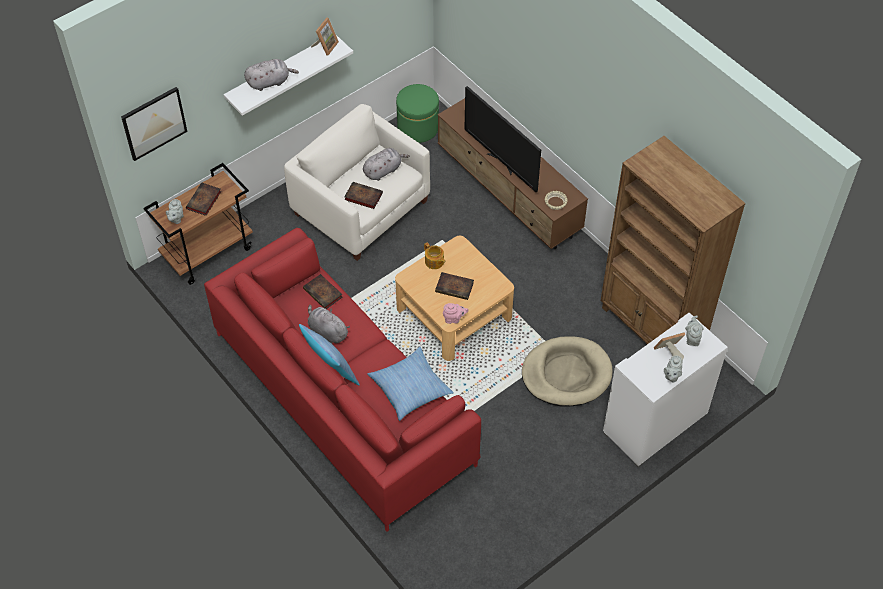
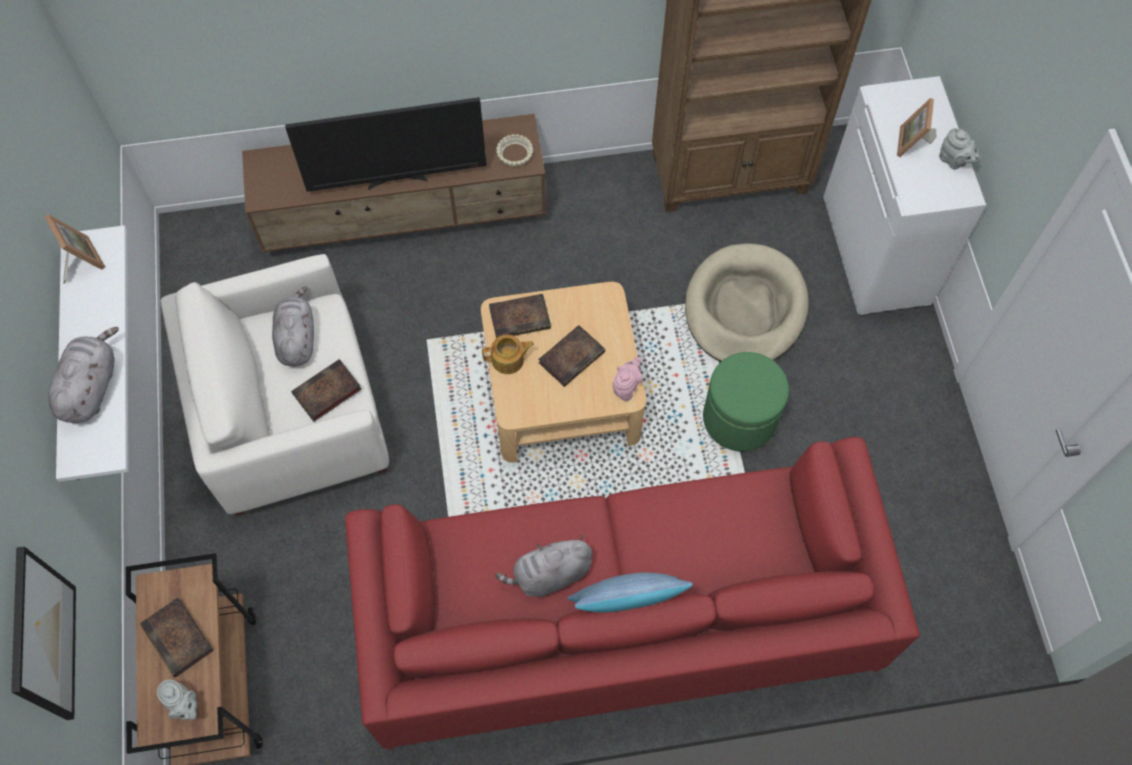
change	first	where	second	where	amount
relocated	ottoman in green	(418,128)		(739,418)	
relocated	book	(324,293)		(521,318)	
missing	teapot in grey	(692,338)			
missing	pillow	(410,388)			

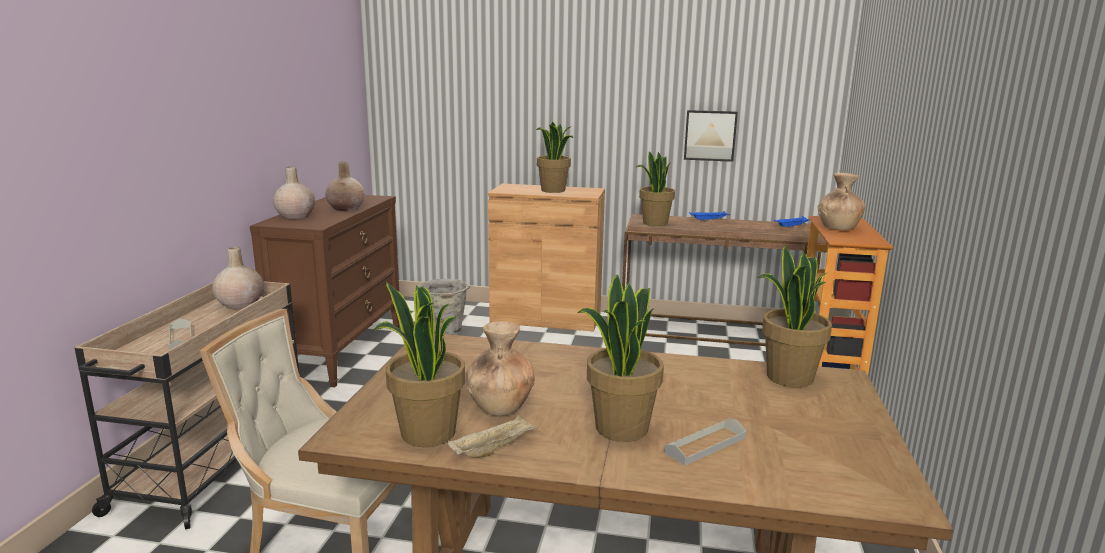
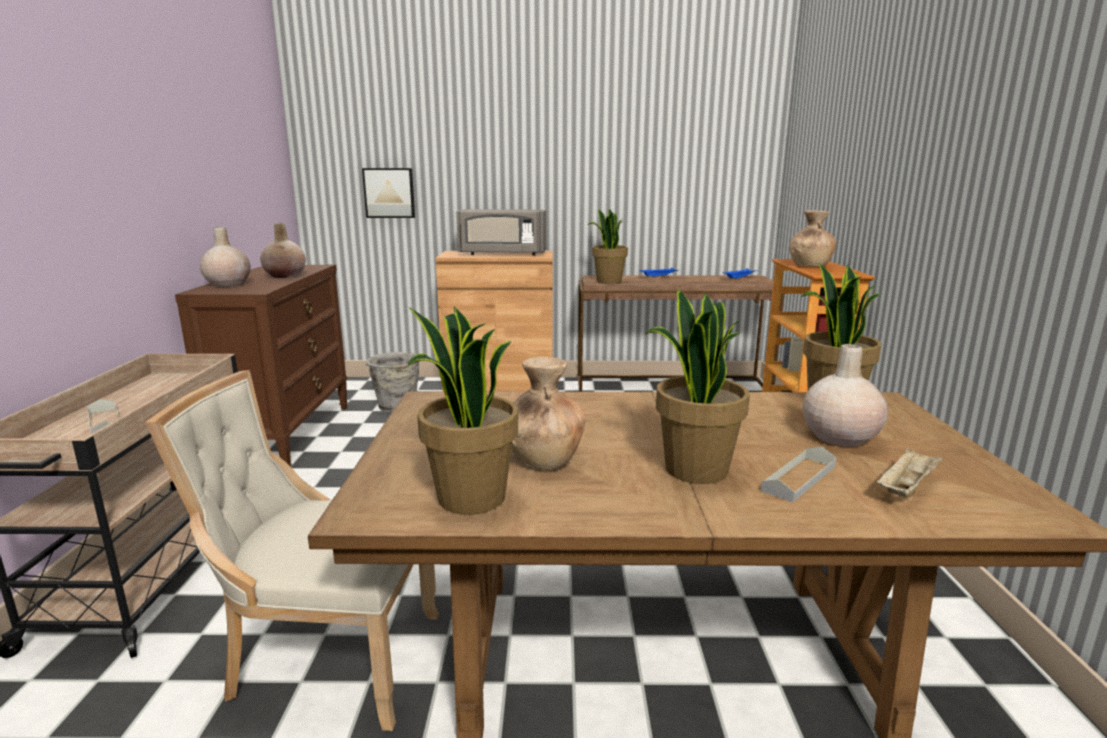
change	first	where	second	where	amount
relocated	picture	(710,135)		(389,193)	
exchanged	potted plant	(553,190)	microwave in grey	(502,254)	
relocated	vase in beige	(240,304)		(839,437)	
relocated	tray in beige	(493,449)		(906,487)	

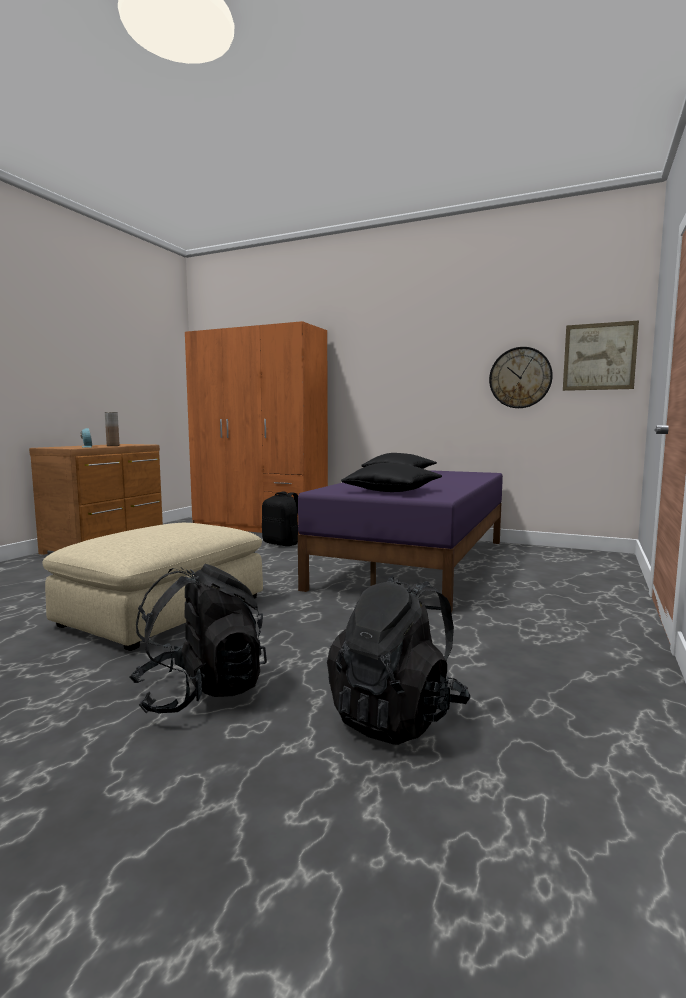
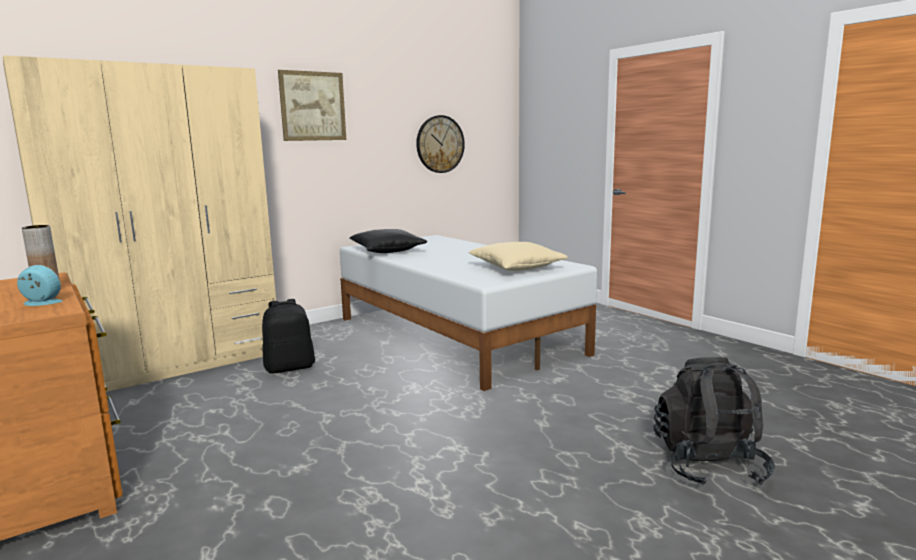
change	first	where	second	where	amount
relocated	picture	(599,356)		(313,106)	
colour	wardrobe in orange	(259,527)	wardrobe in beige	(176,364)	
colour	pillow in black	(392,491)	pillow in beige	(516,268)	
colour	bed in purple	(417,563)	bed in white	(456,335)	
missing	ottoman in beige	(164,611)			
missing	backpack in black	(397,716)			

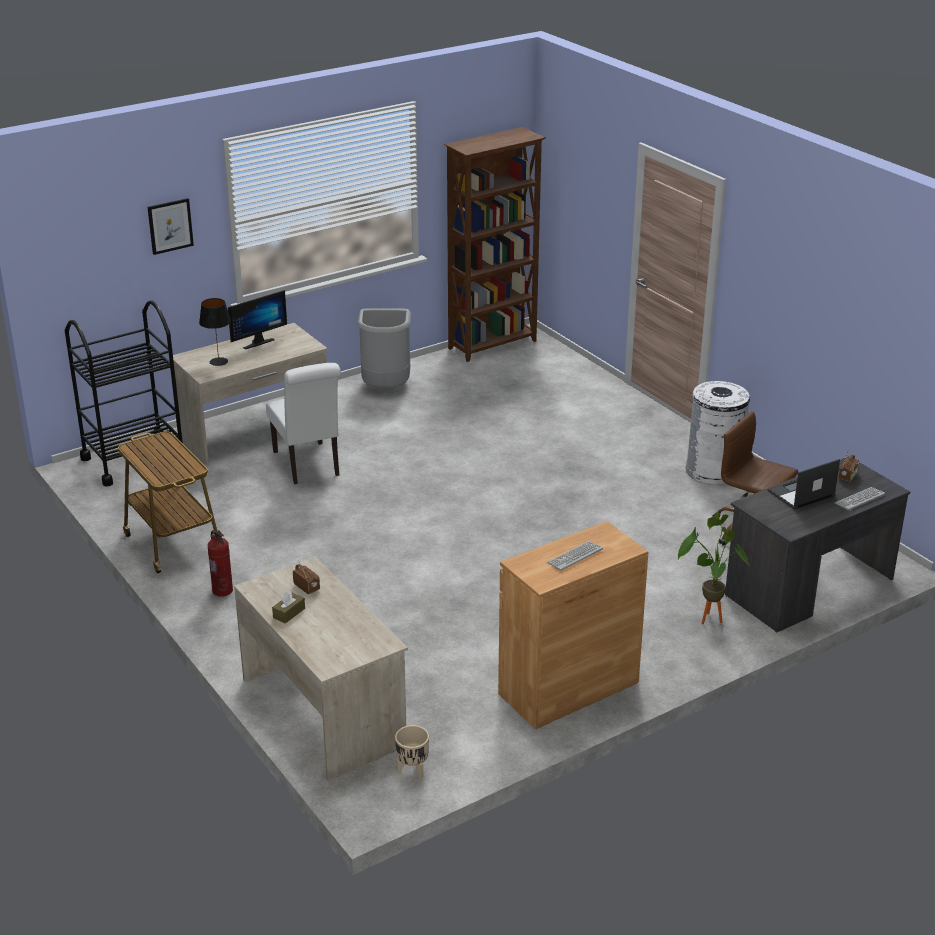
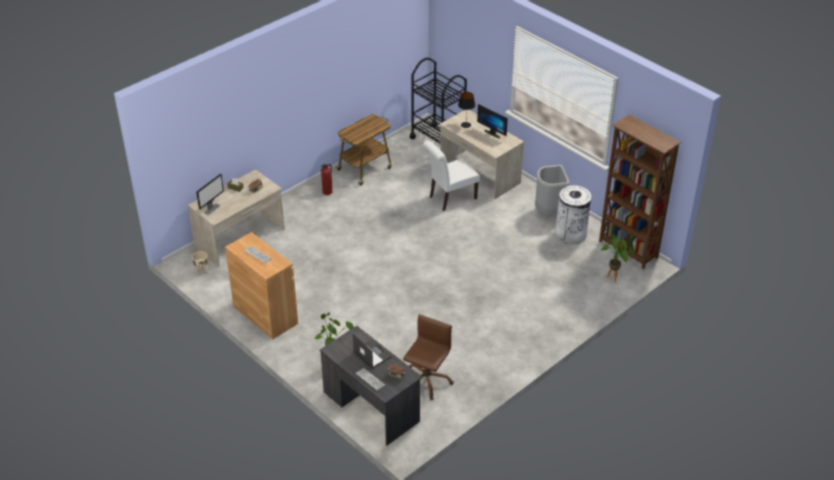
change	first	where	second	where	amount
missing	picture	(170,226)			
relocated	trash can in white	(713,471)		(570,234)	
appeared			monitor	(212,209)	
appeared			potted plant	(615,279)	

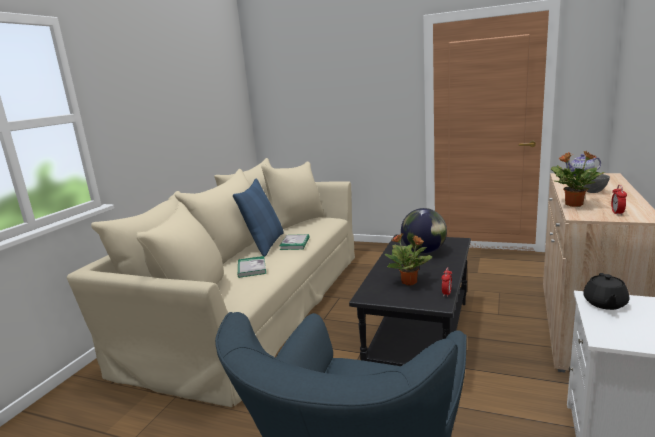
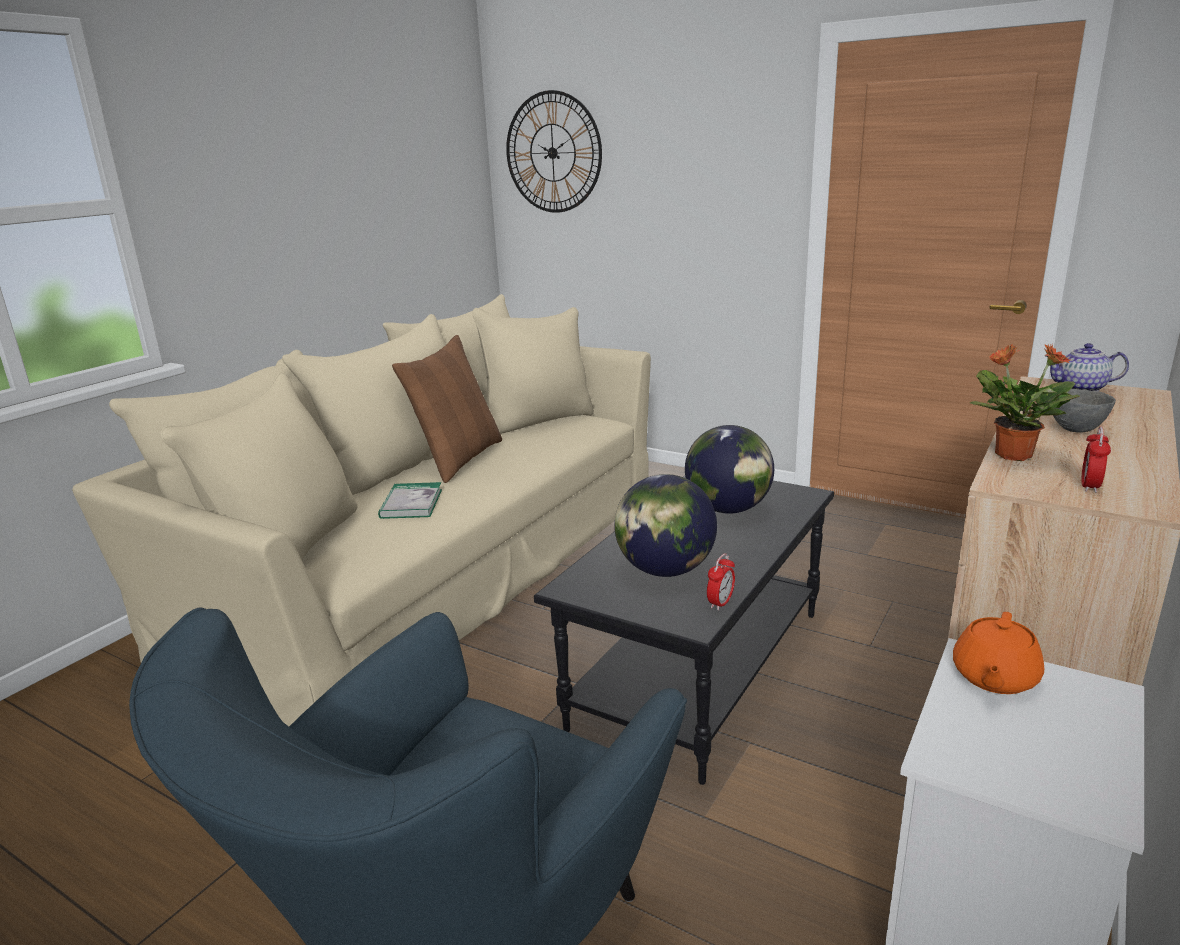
change	first	where	second	where	amount
colour	pillow in blue	(265,244)	pillow in brown	(459,459)	
missing	book	(295,243)			
exchanged	potted plant	(409,282)	globe	(665,570)	
colour	teapot in black	(604,304)	teapot in orange	(993,678)	
appeared			wall clock	(553,153)	

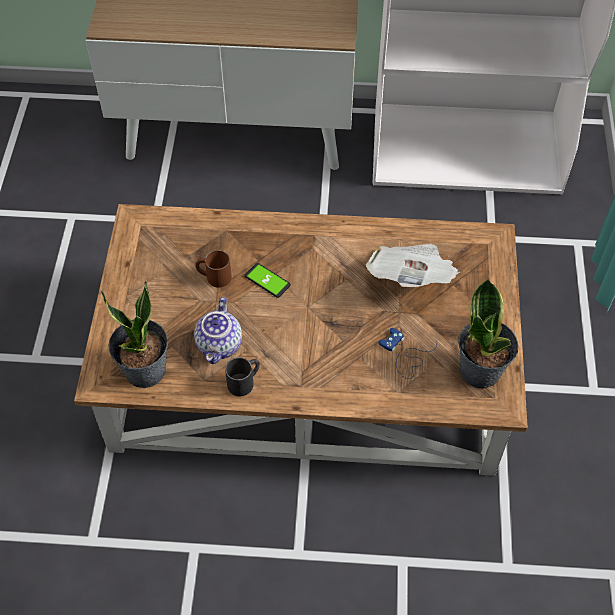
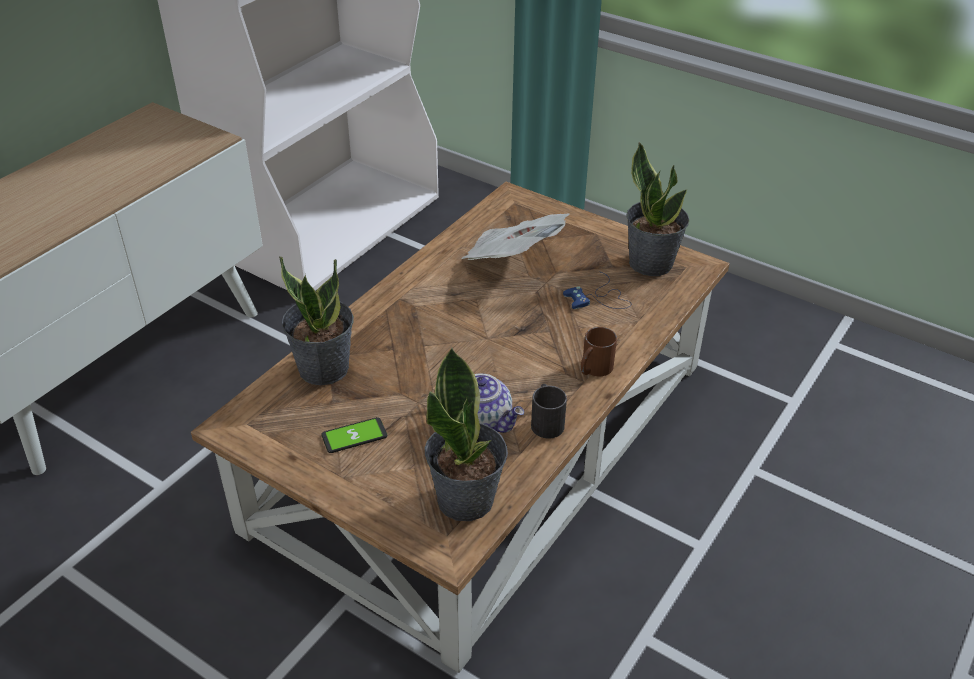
change	first	where	second	where	amount
relocated	mug in brown	(214,276)		(593,369)	
relocated	phone	(267,281)		(354,436)	
appeared			potted plant	(323,367)	

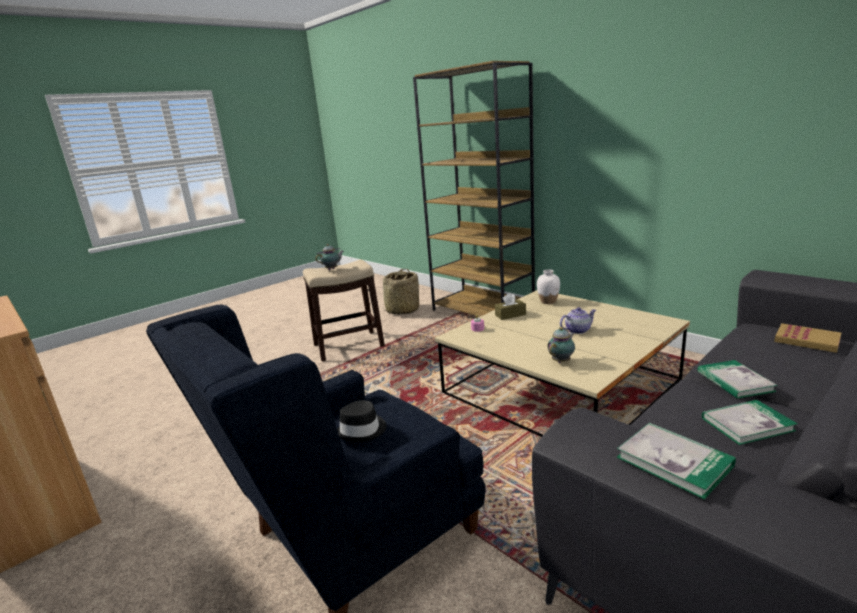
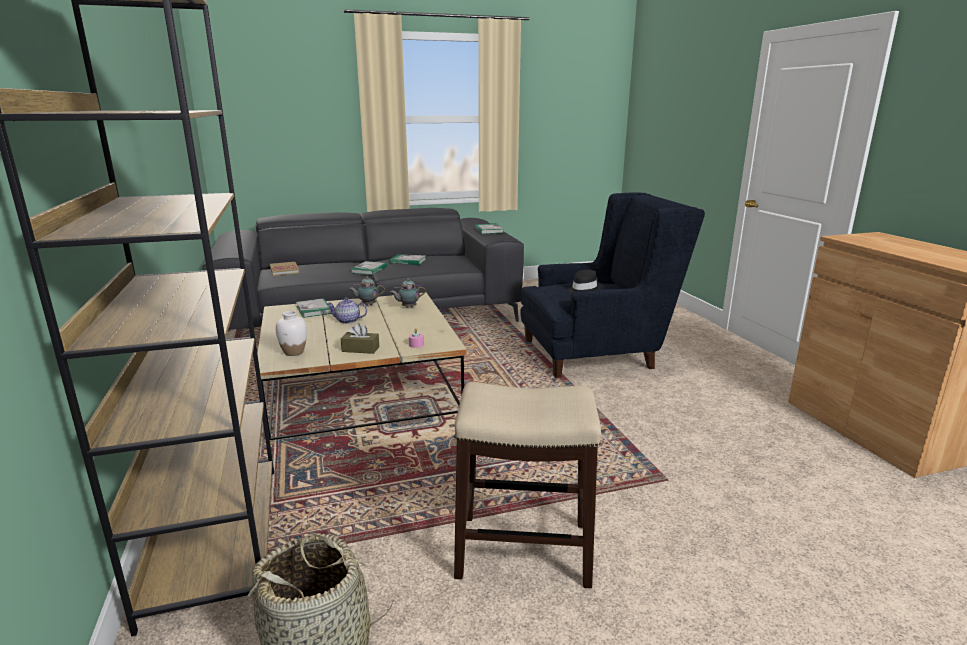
change	first	where	second	where	amount
relocated	teapot	(332,269)		(367,305)	
appeared			book	(314,310)	

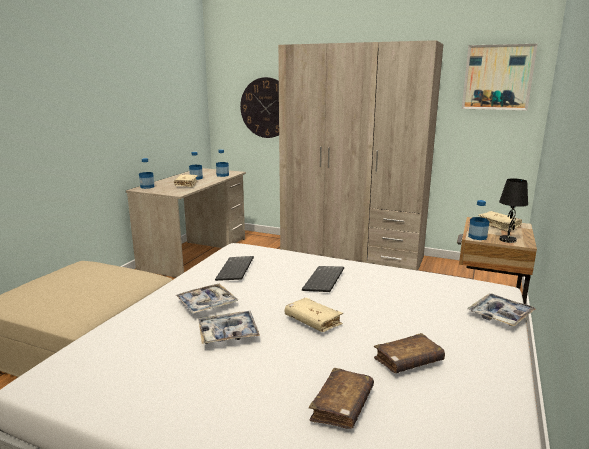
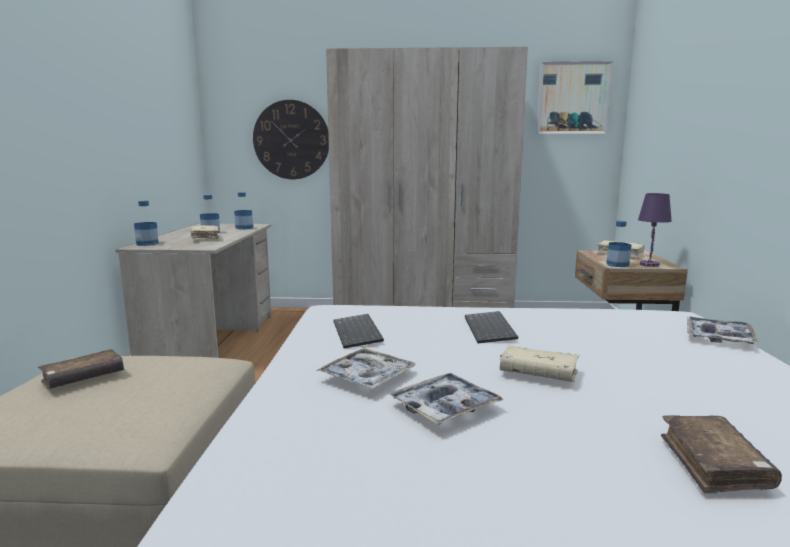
change	first	where	second	where	amount
colour	table lamp in black	(507,240)	table lamp in purple	(649,264)	
relocated	book in brown	(408,361)		(83,378)	

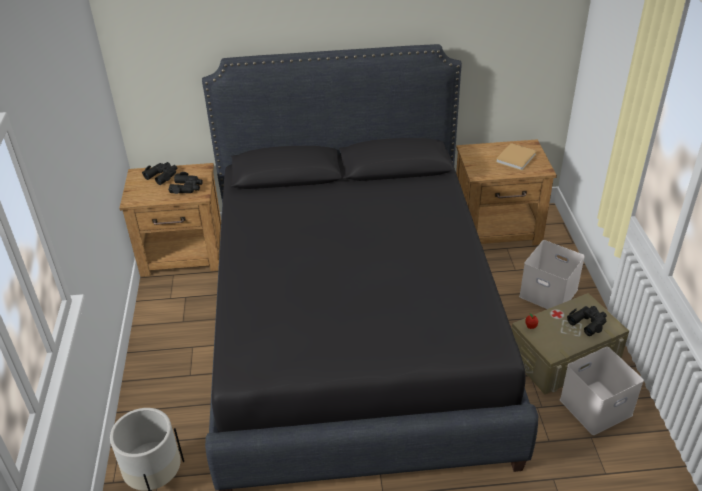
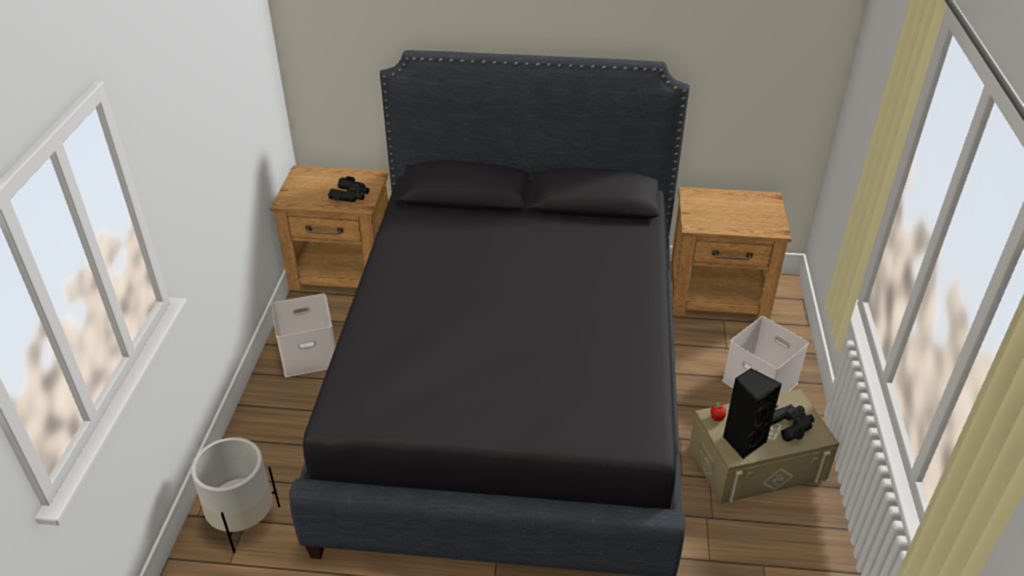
change	first	where	second	where	amount
missing	book in beige	(516,157)			
missing	binoculars in black	(162,175)			
relocated	storage box in white	(595,408)		(308,355)	
appeared			speaker in black	(743,441)	

